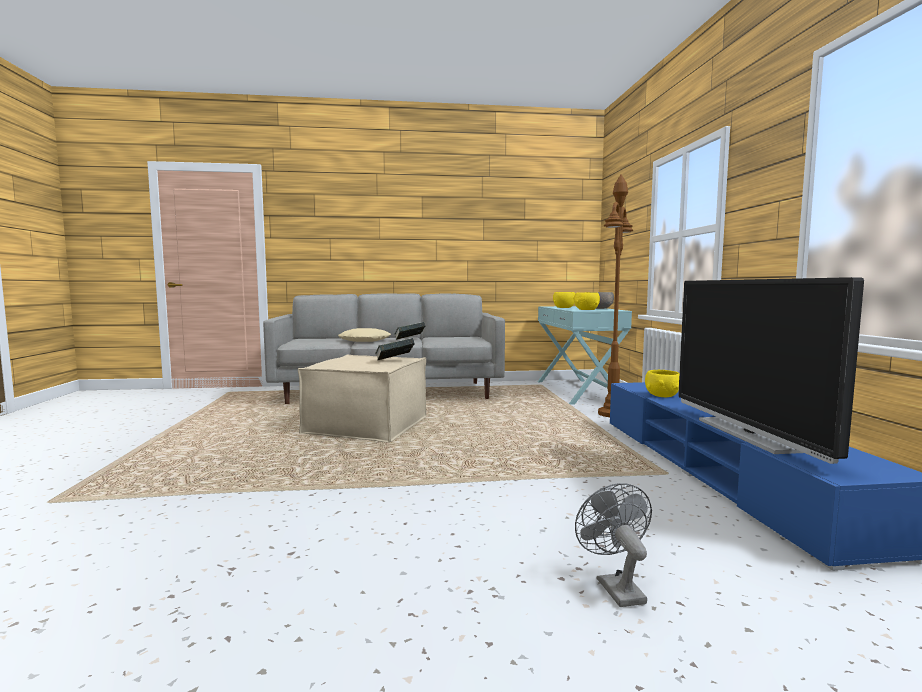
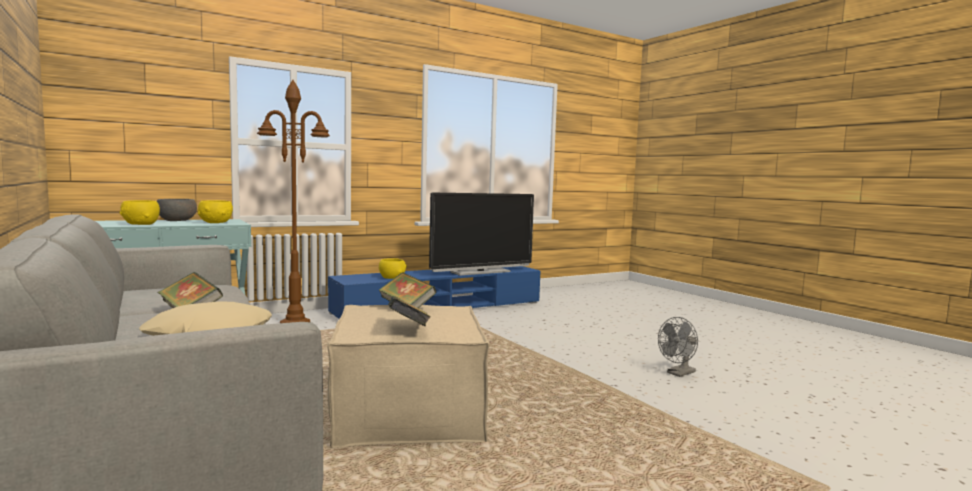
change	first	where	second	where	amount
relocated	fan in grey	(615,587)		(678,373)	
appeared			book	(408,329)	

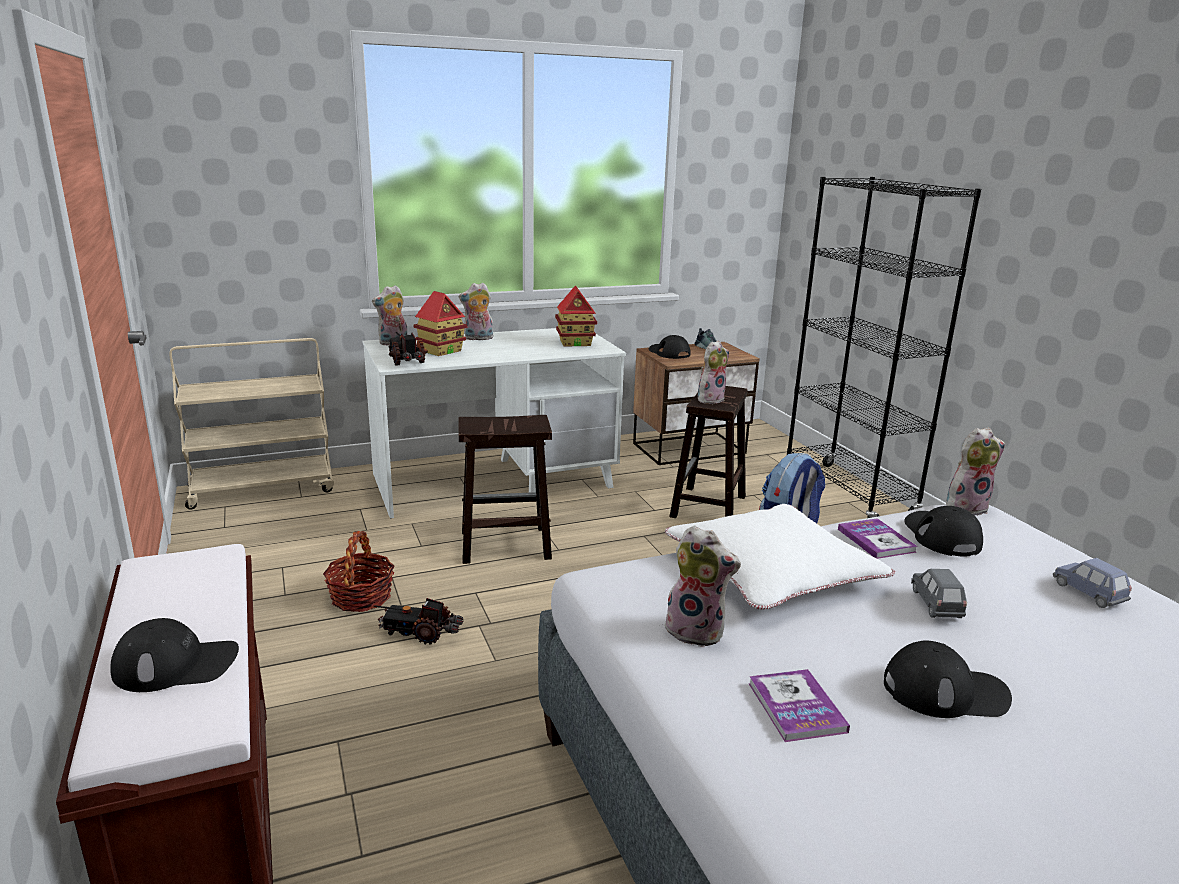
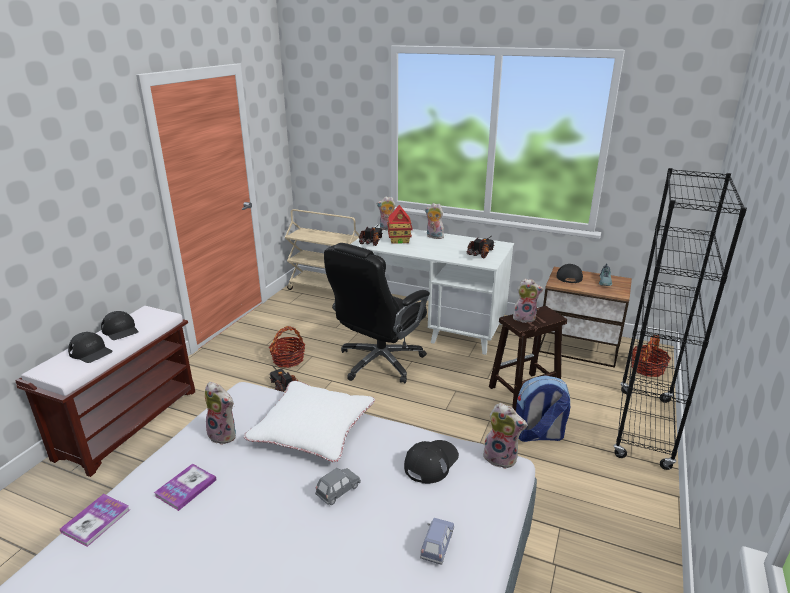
change	first	where	second	where	amount
exchanged	toy house	(575,343)	toy truck	(480,254)	
exchanged	stool in brown	(503,545)	office chair in black	(379,362)	
relocated	book	(876,540)		(96,520)	
spun	plush toy	(697,631)		(224,434)	45 degrees counterclockwise
relocated	cap in black	(945,691)		(120,330)	
appeared			basket	(647,368)	

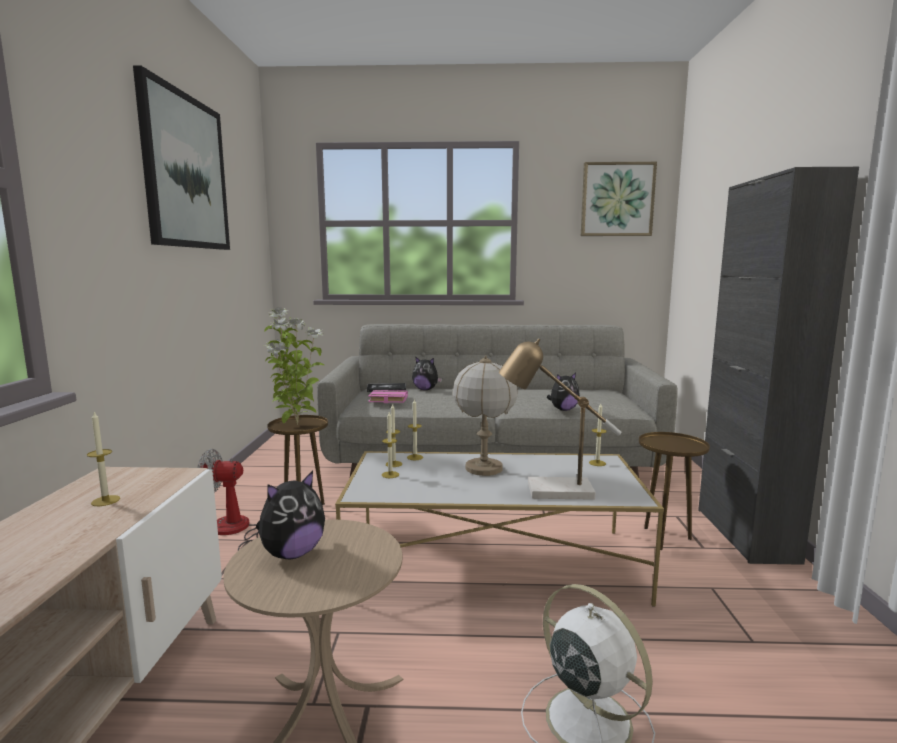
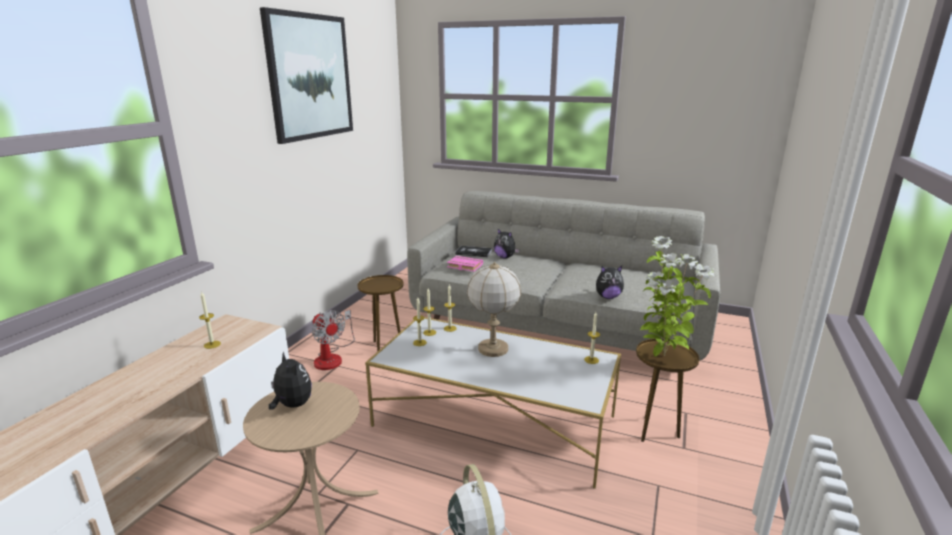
change	first	where	second	where	amount
missing	picture	(617,199)			
missing	cabinet in black	(745,534)			
relocated	potted plant	(296,425)		(663,356)	
missing	table lamp	(550,491)			
spun	fan	(235,531)		(332,357)	150 degrees counterclockwise
spun	plush toy	(292,553)		(292,405)	105 degrees counterclockwise

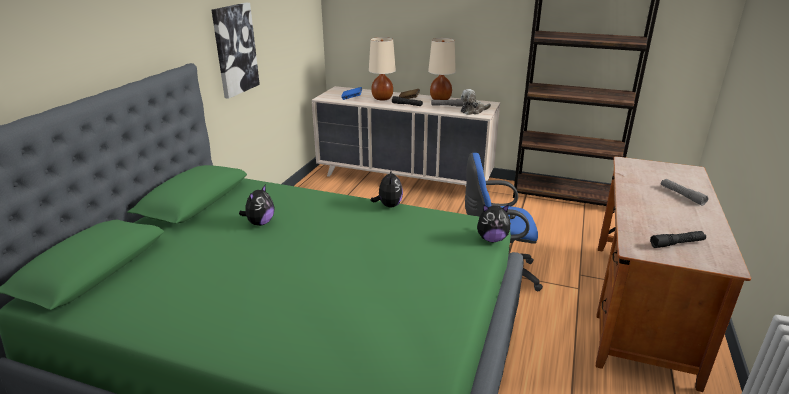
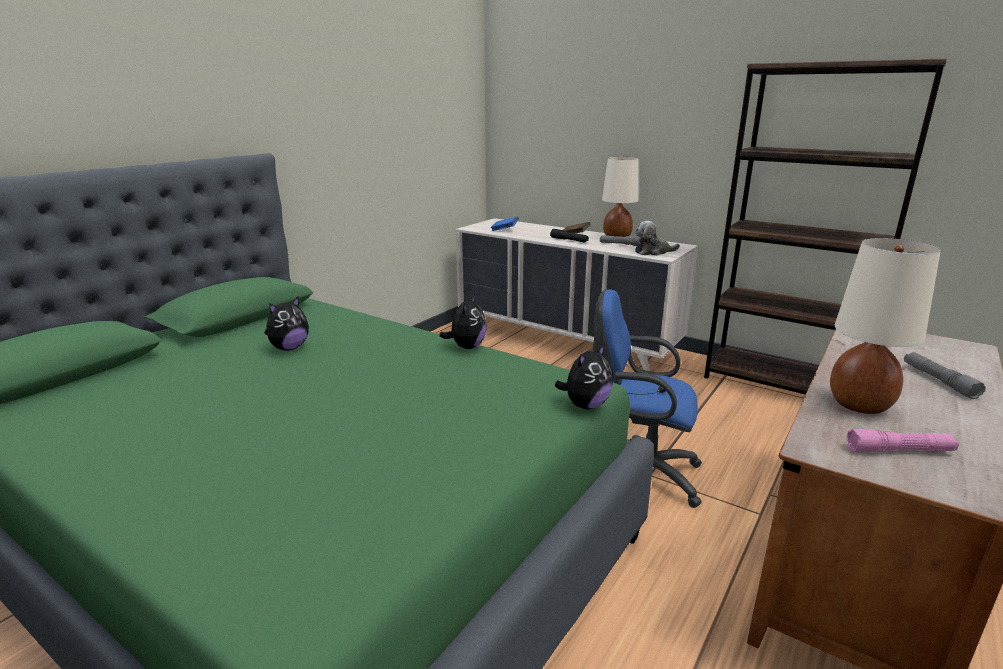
change	first	where	second	where	amount
missing	picture	(235,49)			
relocated	table lamp in beige	(382,99)		(859,405)	
spun	plush toy	(492,239)		(585,405)	60 degrees counterclockwise
colour	flashlight in black	(677,243)	flashlight in pink	(899,450)	

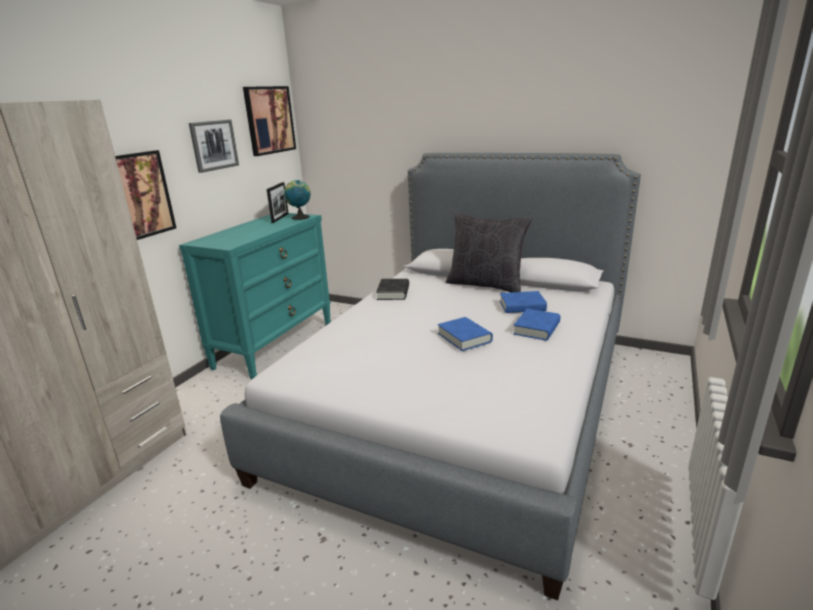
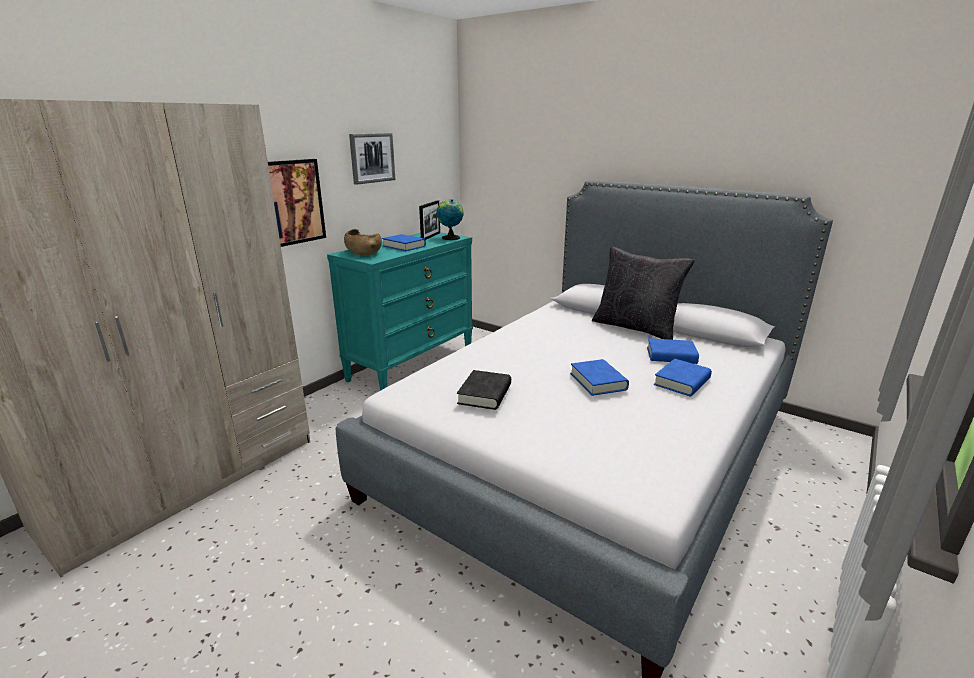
change	first	where	second	where	amount
missing	picture	(269,120)			
relocated	book in black	(393,293)		(485,394)	
appeared			bowl in brown	(363,253)	
appeared			book in blue	(404,246)	

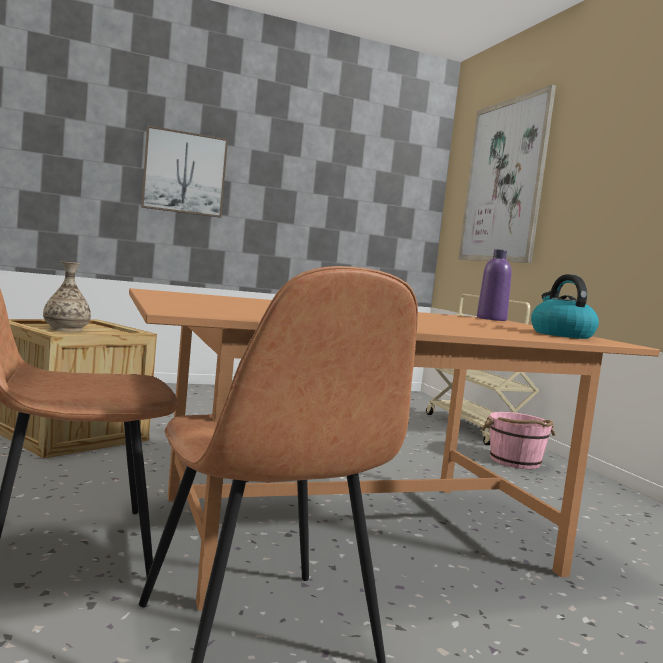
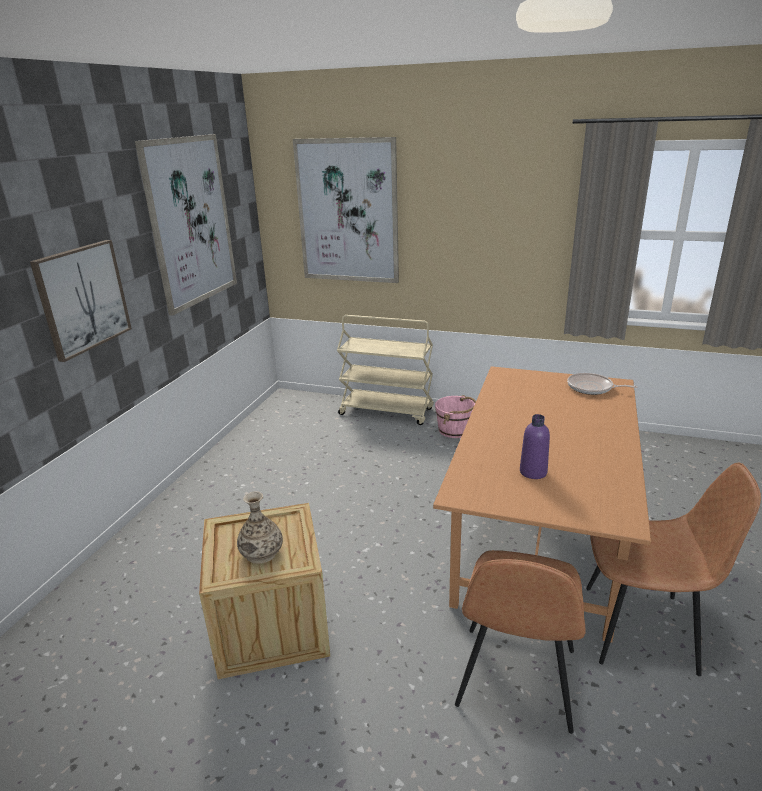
change	first	where	second	where	amount
relocated	bottle in purple	(491,319)		(533,472)	
exchanged	kettle	(561,334)	frying pan	(592,388)	
appeared			picture	(190,222)	

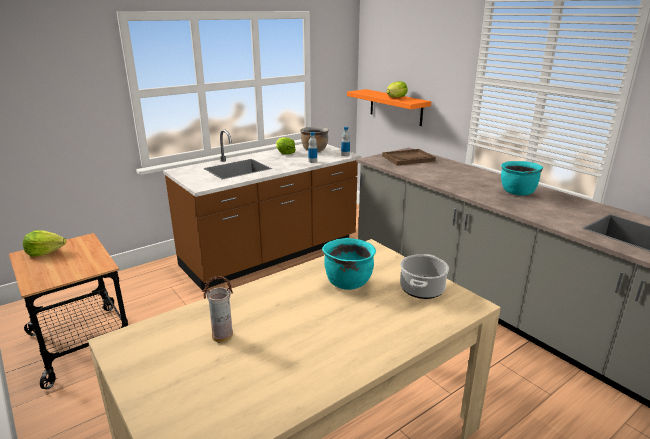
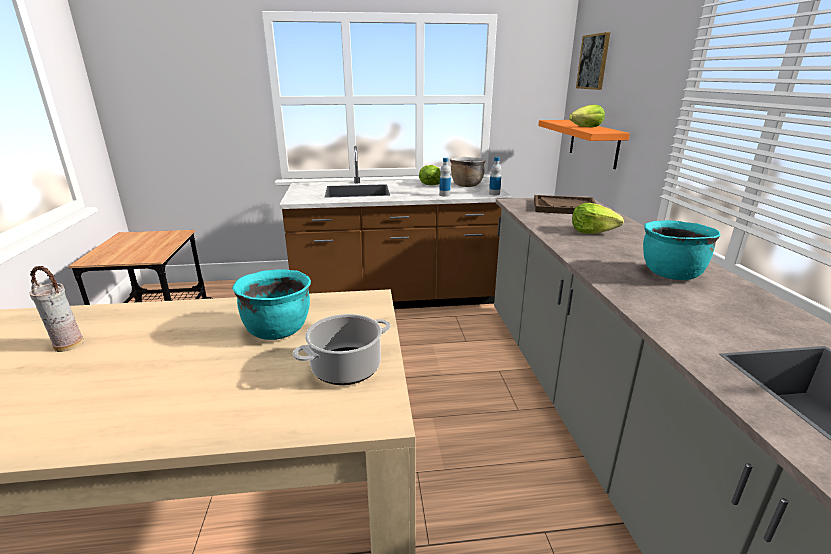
change	first	where	second	where	amount
relocated	lettuce	(45,252)		(592,231)	
appeared			picture	(593,62)	

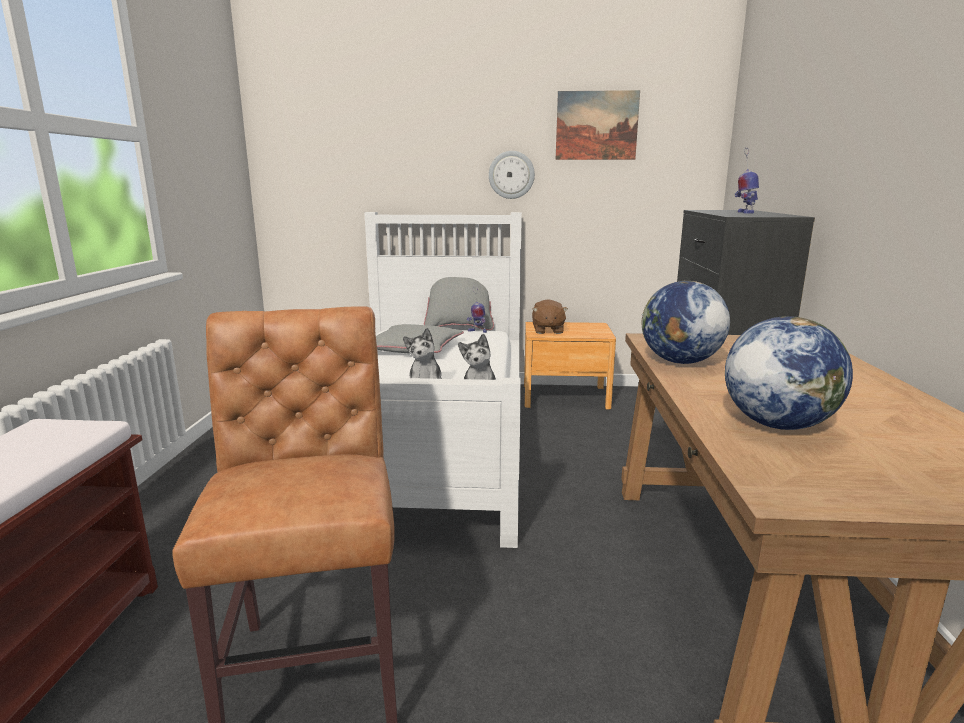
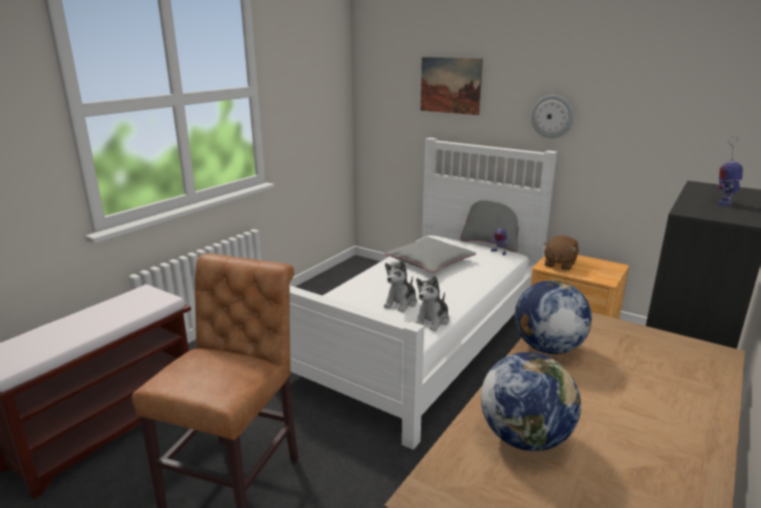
change	first	where	second	where	amount
relocated	picture	(596,125)		(450,85)	

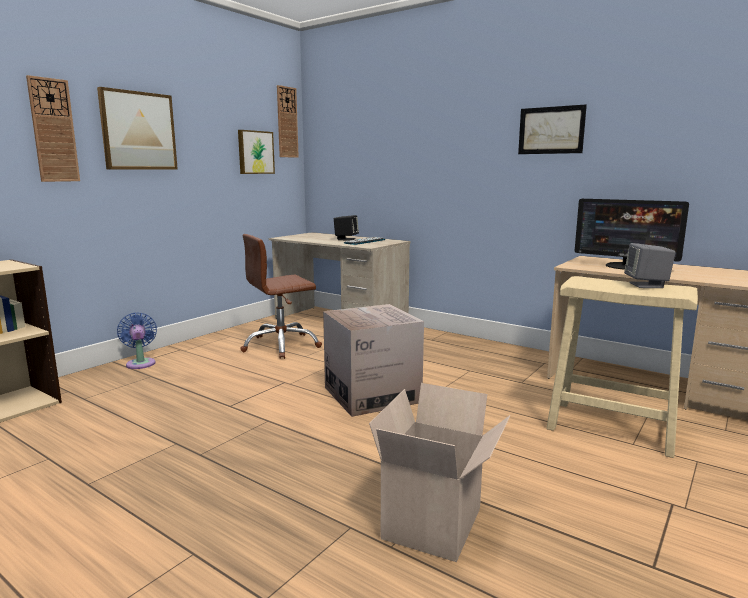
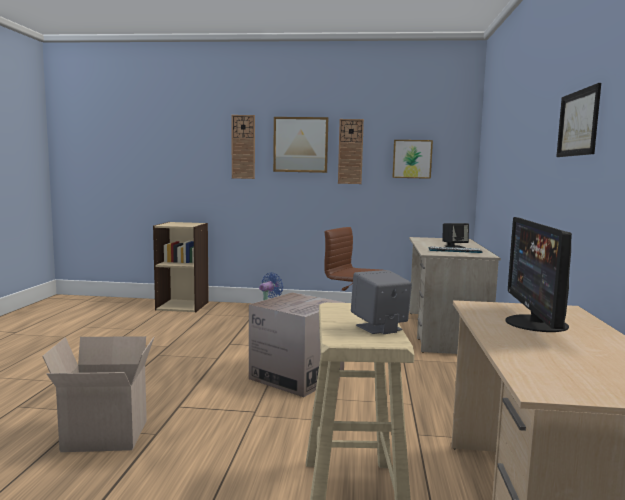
change	first	where	second	where	amount
relocated	wall clock	(287,122)		(350,151)	

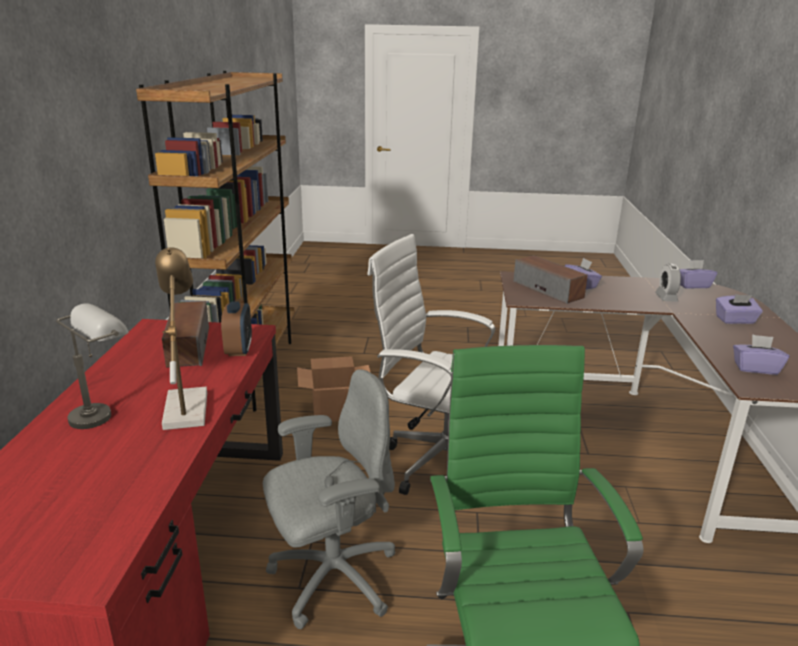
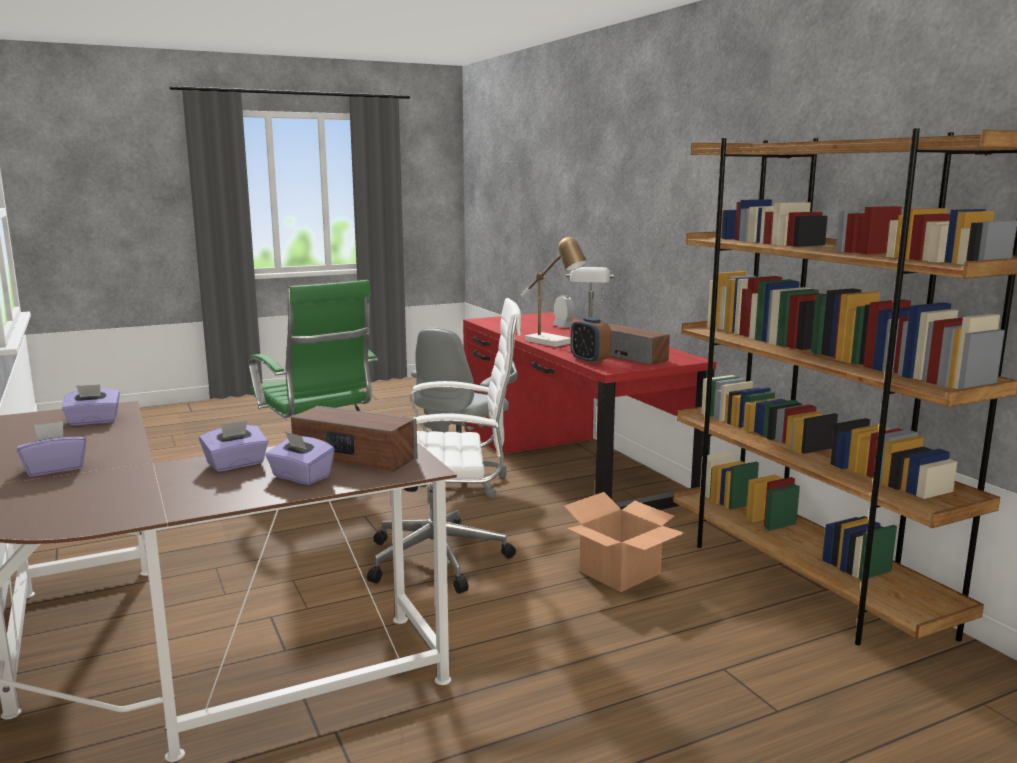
change	first	where	second	where	amount
relocated	tissue box in purple	(693,285)		(236,464)	
relocated	alarm clock	(666,297)		(564,326)	

